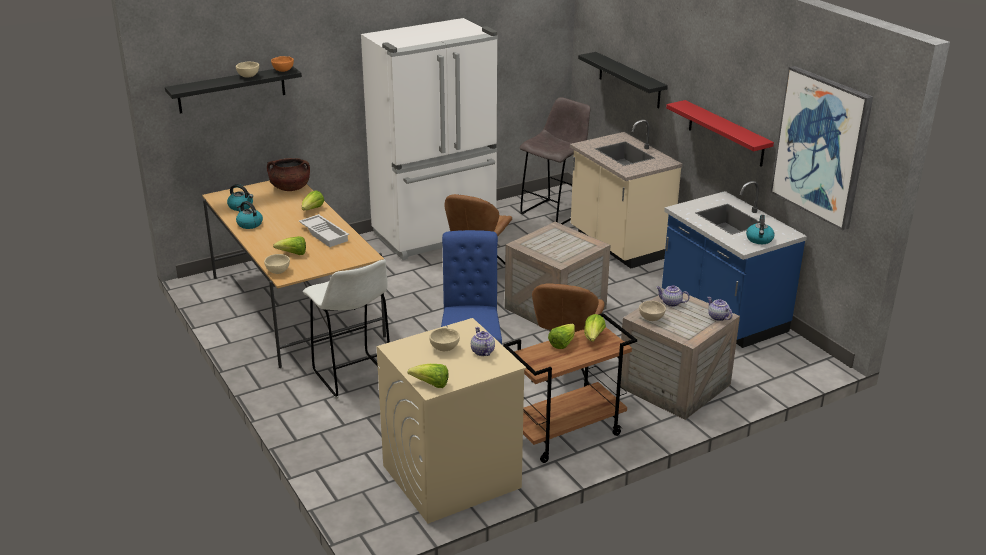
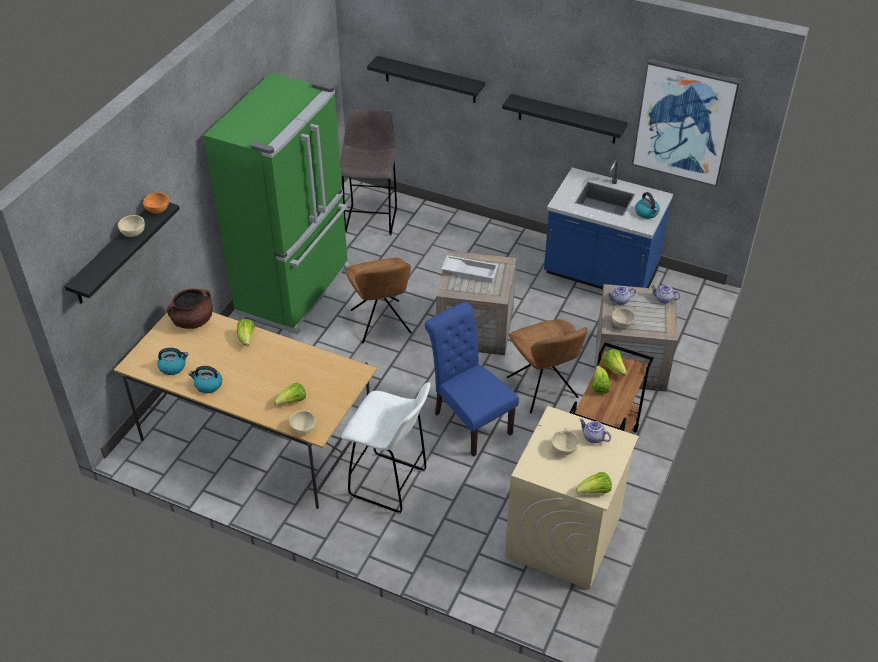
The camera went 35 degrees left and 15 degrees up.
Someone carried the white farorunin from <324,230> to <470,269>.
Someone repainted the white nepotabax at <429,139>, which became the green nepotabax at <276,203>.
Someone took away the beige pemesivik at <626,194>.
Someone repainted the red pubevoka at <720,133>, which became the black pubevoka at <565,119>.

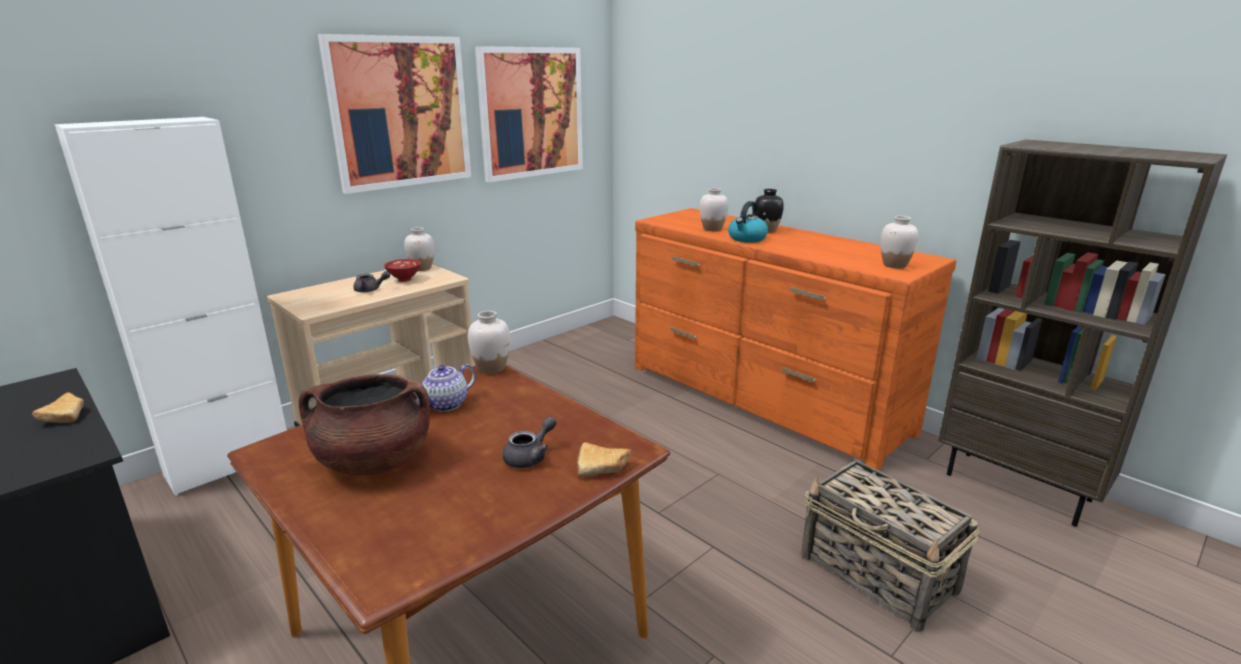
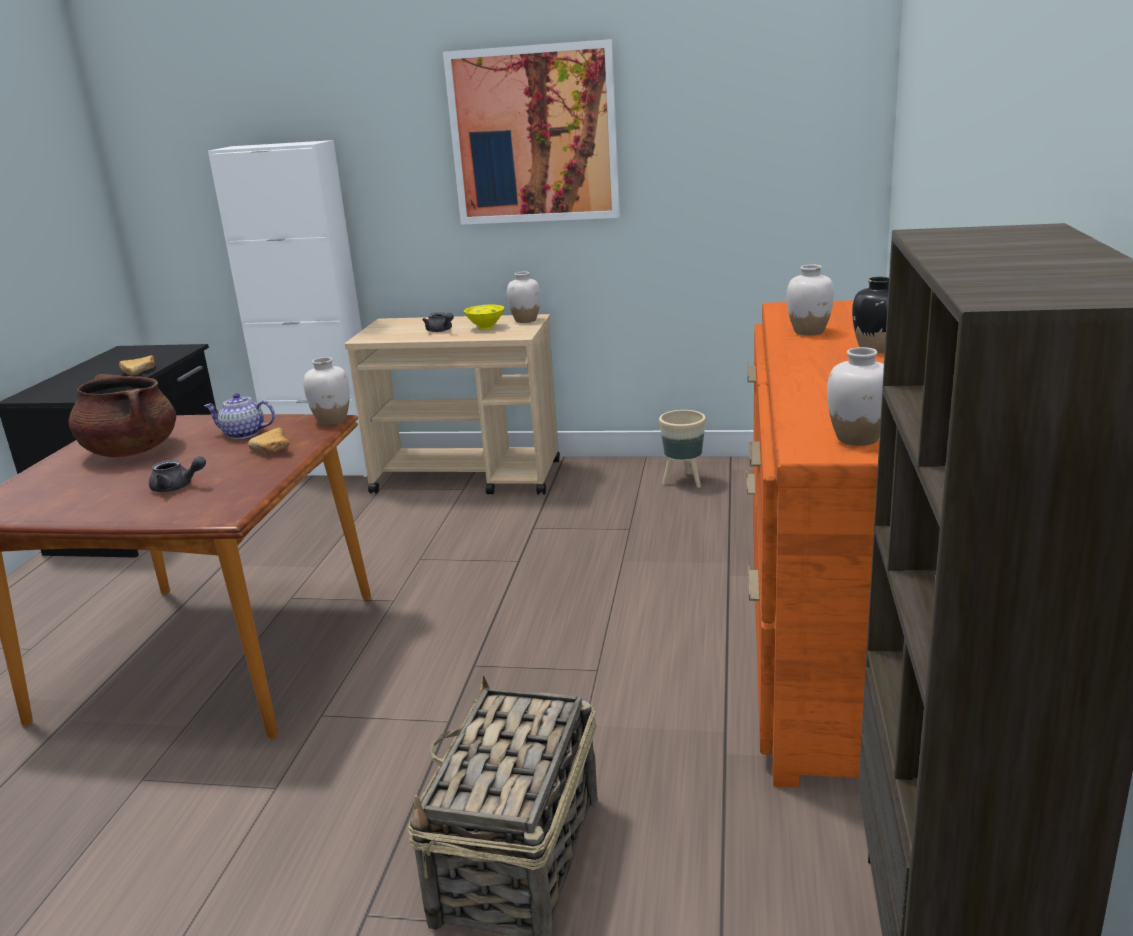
The camera went 55 degrees right and 0 degrees up.
Someone repainted the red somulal at <402,270>, which became the yellow somulal at <484,317>.
Someone took away the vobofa at <529,114>.
Someone carried the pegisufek from <604,459> to <269,441>.
Someone took away the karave at <748,222>.
Someone put down the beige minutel at <682,449>.

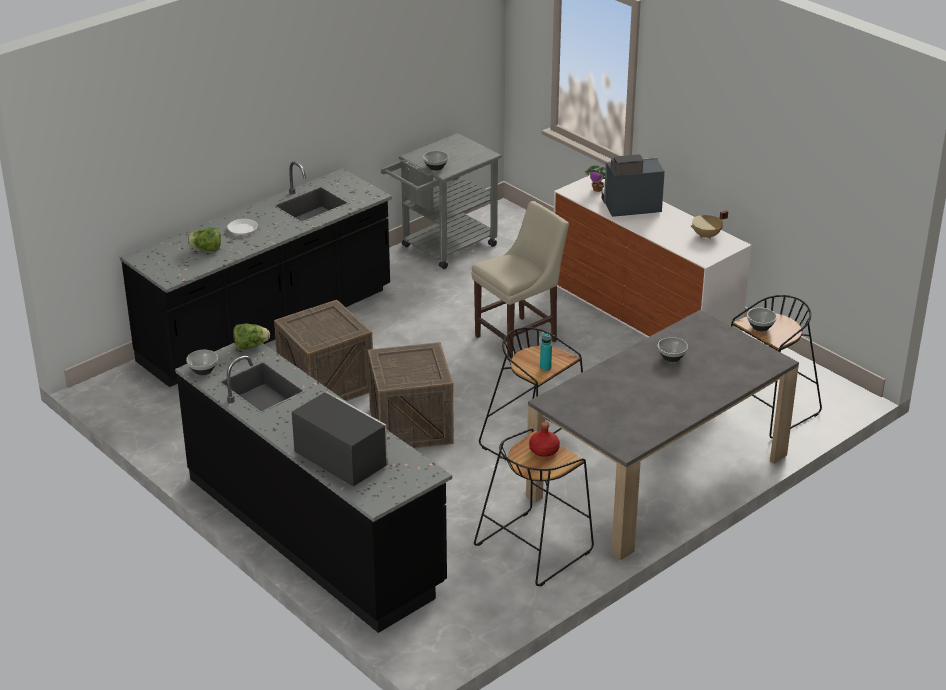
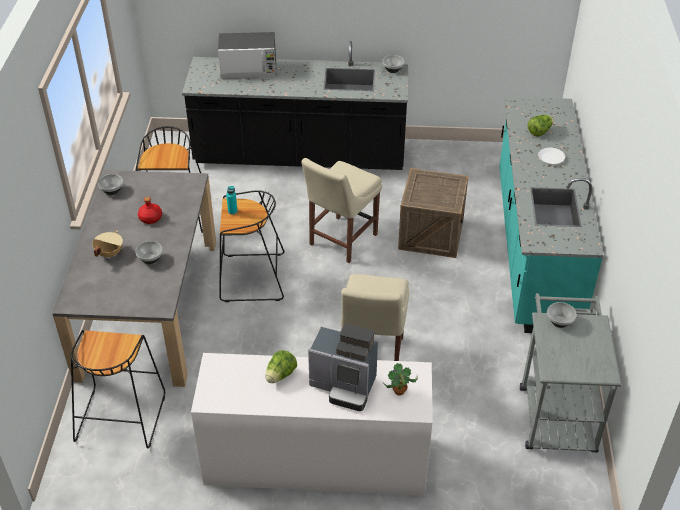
The camera went 135 degrees right and 10 degrees up.
Someone repainted the black pemesivik at <256,274>, which became the turquoise pemesivik at <551,215>.
Someone carried the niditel from <251,337> to <281,366>.
Someone swapped the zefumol at <411,395> for the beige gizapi at <341,210>.
Someone carried the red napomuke from <544,439> to <150,210>.
Someone rotated the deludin at <633,185> by 75 degrees clockwise.
Someone carried the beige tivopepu from <709,224> to <107,244>.
Someone carried the somulal from <762,319> to <110,184>.

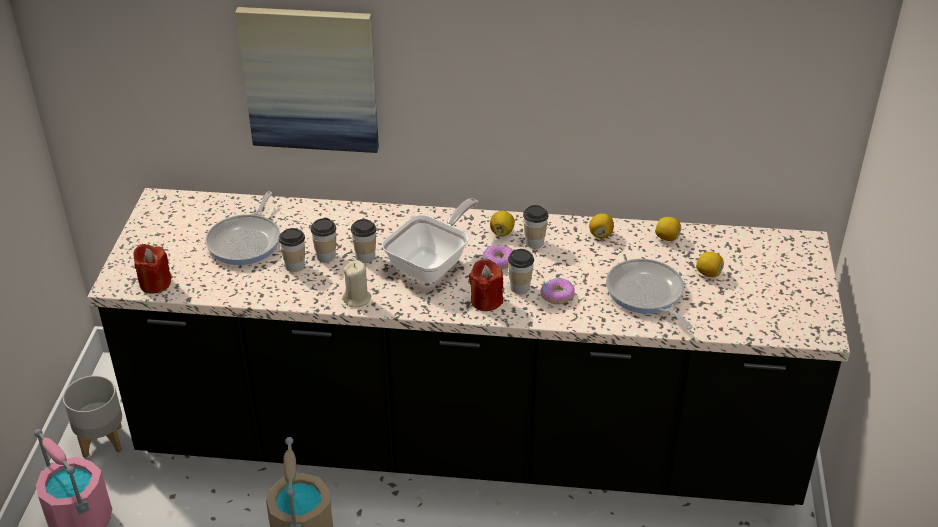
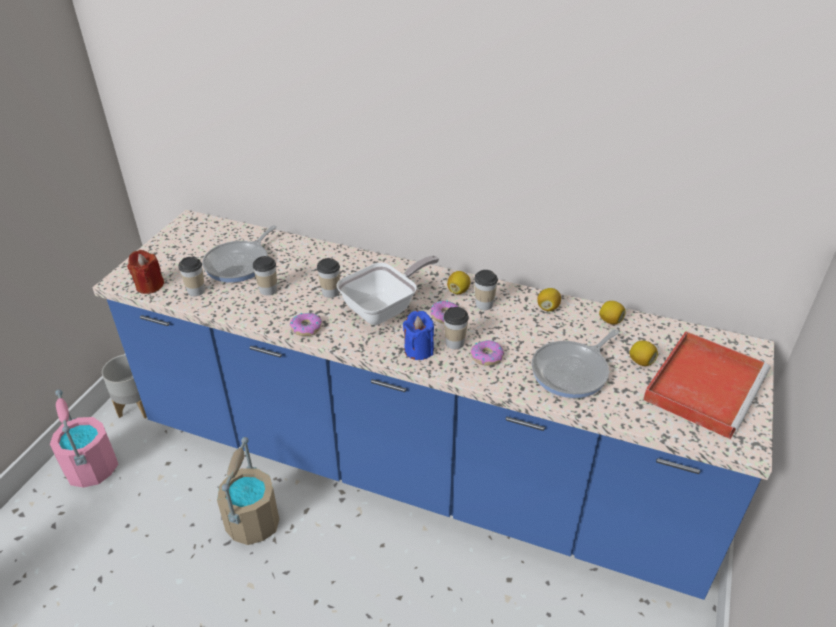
The camera went 15 degrees right and 0 degrees up.
Someone repainted the black pemesivik at <468,347>, which became the blue pemesivik at <433,405>.
Someone took away the vobofa at <307,80>.
Someone carried the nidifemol from <323,240> to <191,276>.
Someone swapped the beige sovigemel at <357,284> for the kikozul at <306,324>.
Someone repainted the red sovigemel at <486,285>, which became the blue sovigemel at <418,335>.
Someone rotated the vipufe at <649,294> by 120 degrees counterclockwise.
Someone put down the red farorunin at <706,385>.

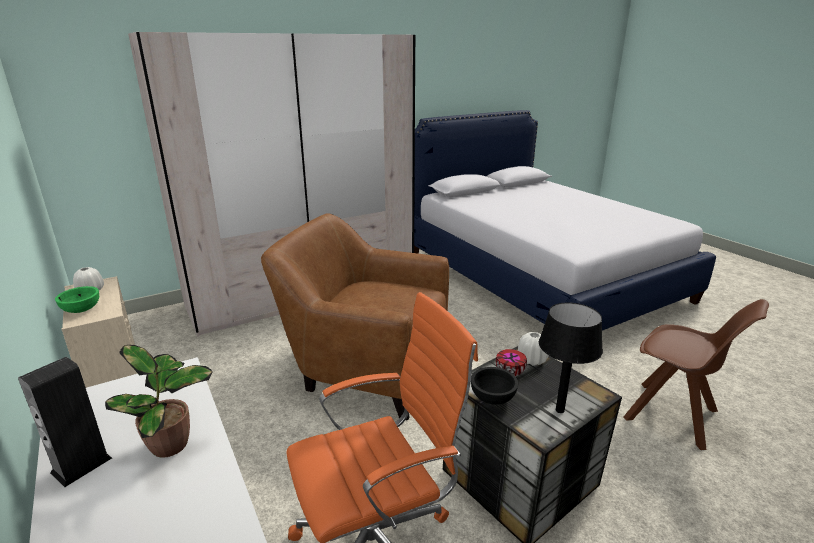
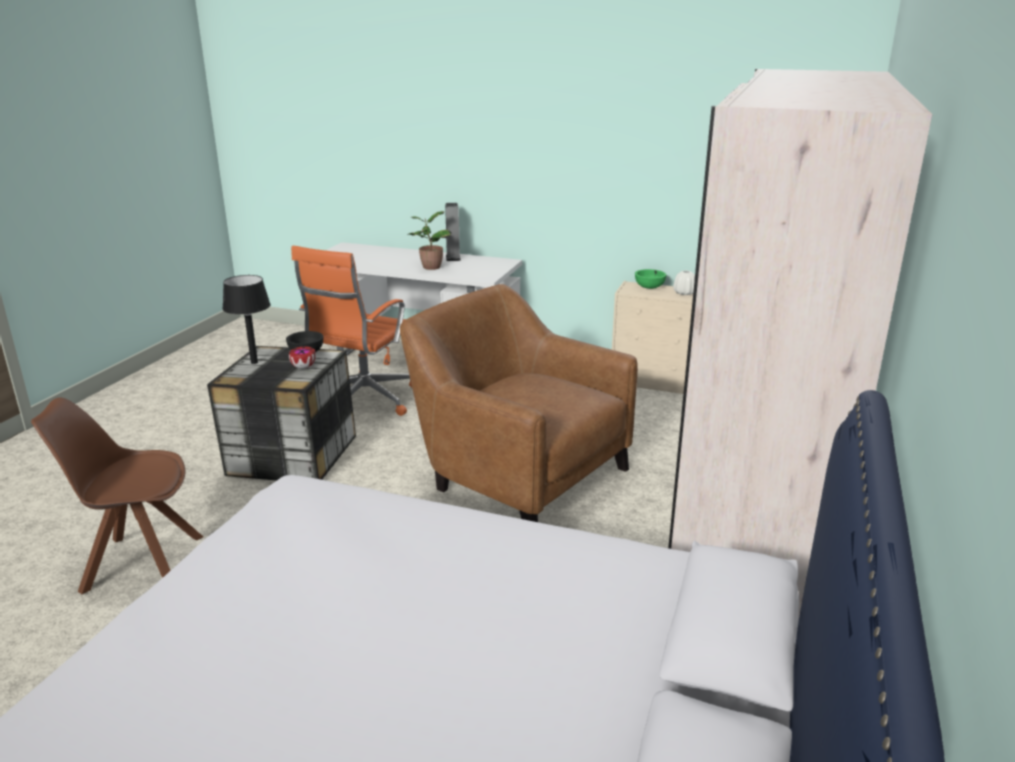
The camera went 140 degrees right and 0 degrees up.
Someone rotated the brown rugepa at <355,316> by 120 degrees counterclockwise.
Someone took away the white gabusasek at <533,349>.

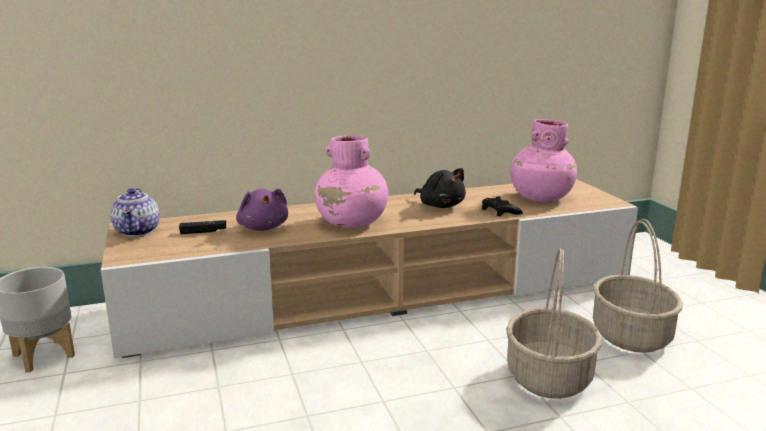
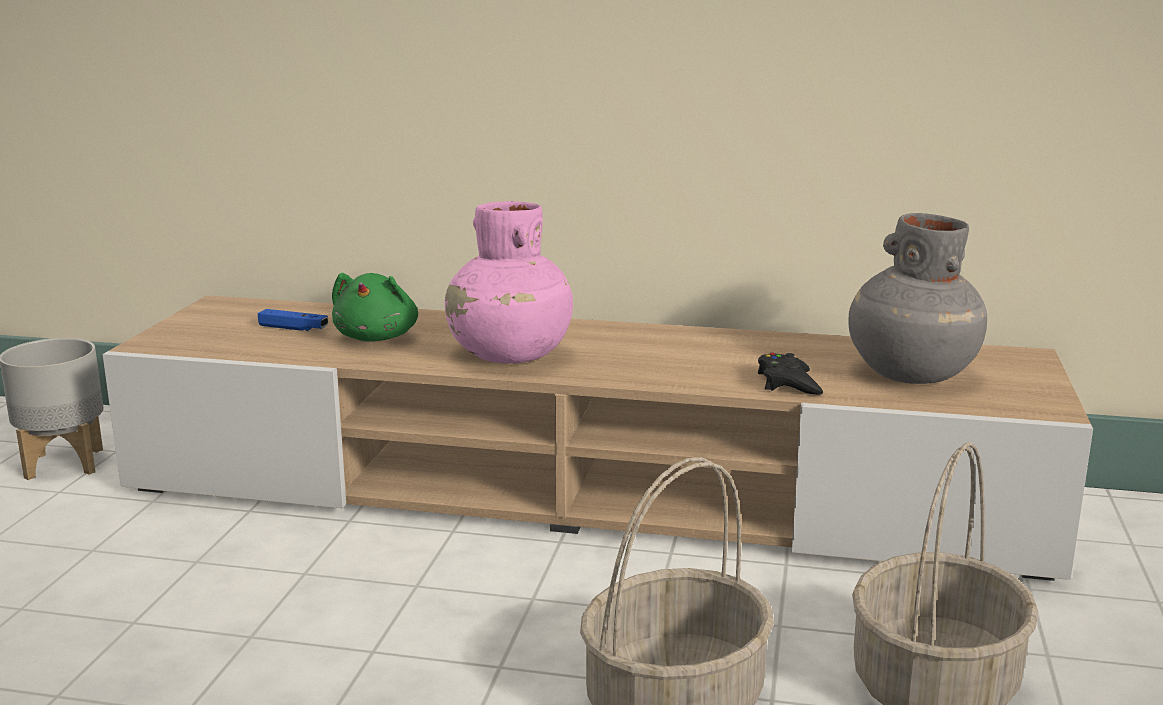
The camera went 30 degrees right and 0 degrees up.
Someone took away the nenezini at <135,212>.
Someone repainted the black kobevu at <203,227>, which became the blue kobevu at <293,320>.
Someone repainted the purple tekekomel at <262,210>, which became the green tekekomel at <375,307>.
Someone took away the black tekekomel at <440,188>.
Someone repainted the pink gabusasek at <543,160>, which became the grey gabusasek at <917,298>.

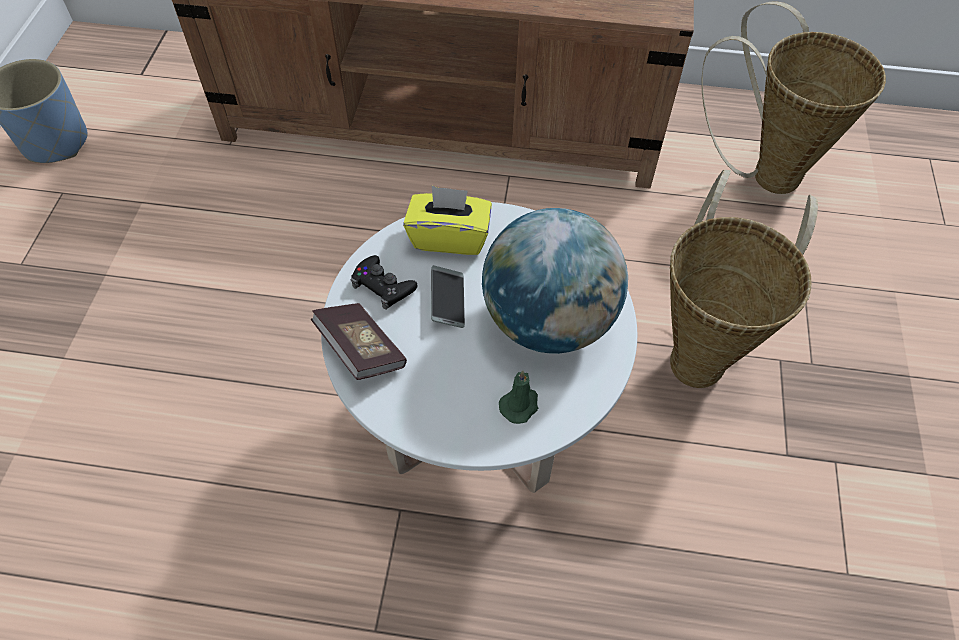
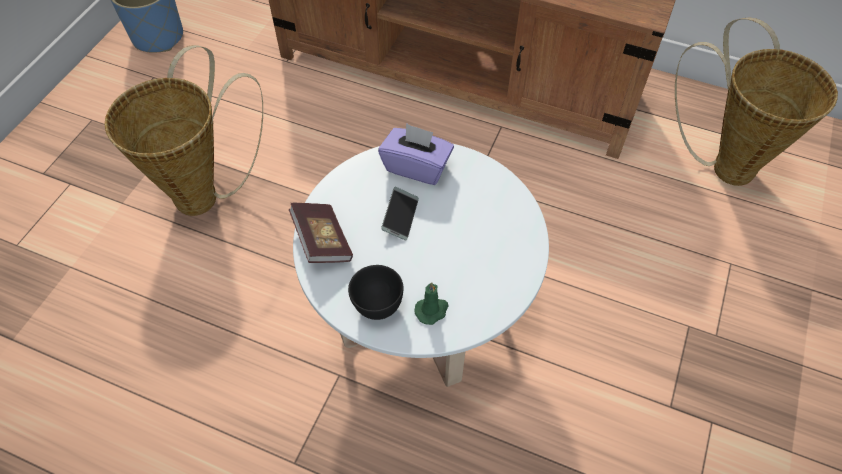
The camera went 15 degrees right and 0 degrees up.
Someone took away the black kobevu at <384,282>.
Someone repainted the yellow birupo at <447,220>, which became the purple birupo at <416,154>.
Someone took away the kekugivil at <555,281>.
Someone carried the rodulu from <744,279> to <183,130>.
Someone put down the black somulal at <375,292>.

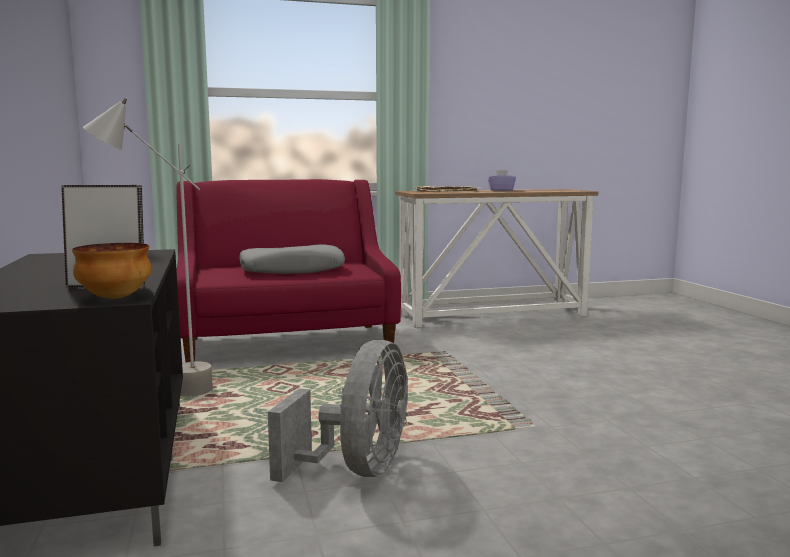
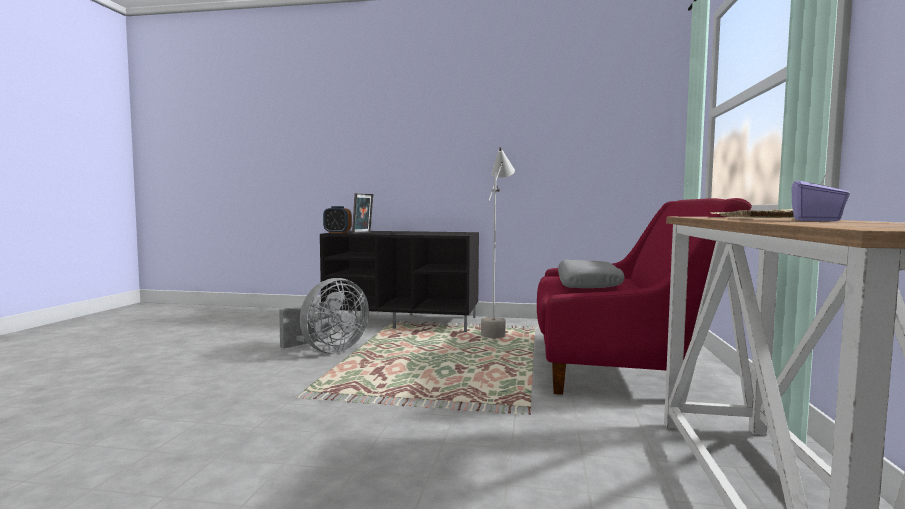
The camera went 115 degrees right and 5 degrees down.
Someone swapped the somulal at <112,271> for the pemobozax at <337,219>.
Someone rotated the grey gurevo at <338,411> by 90 degrees counterclockwise.

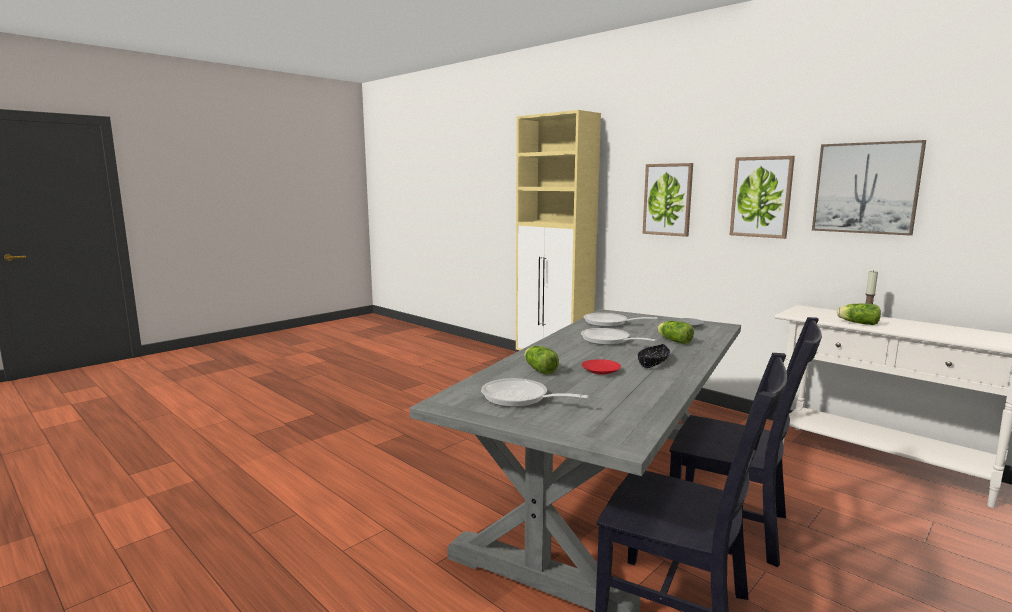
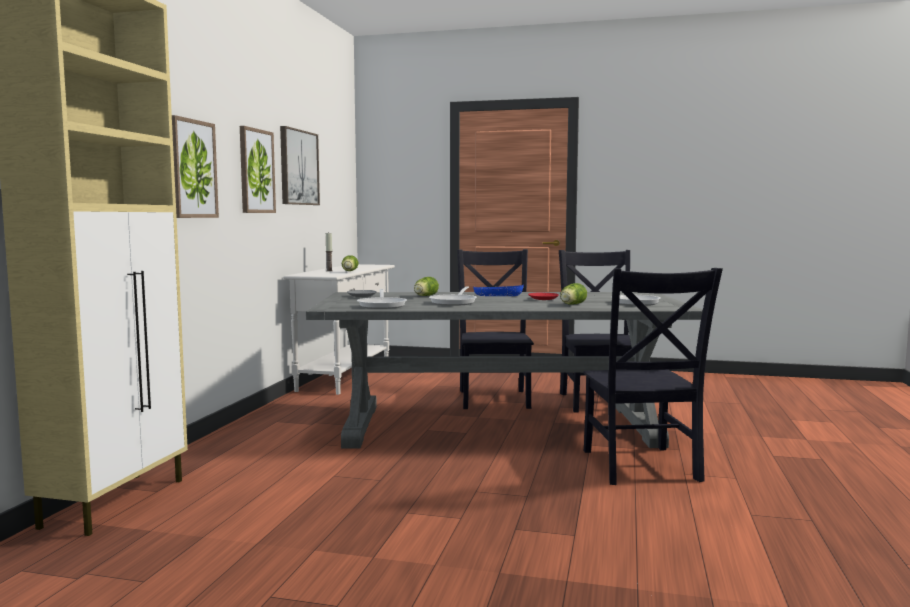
The camera went 120 degrees left and 5 degrees down.
Someone repainted the black somulal at <654,356>, which became the blue somulal at <498,290>.
Someone put down the black gizapi at <653,376>.

